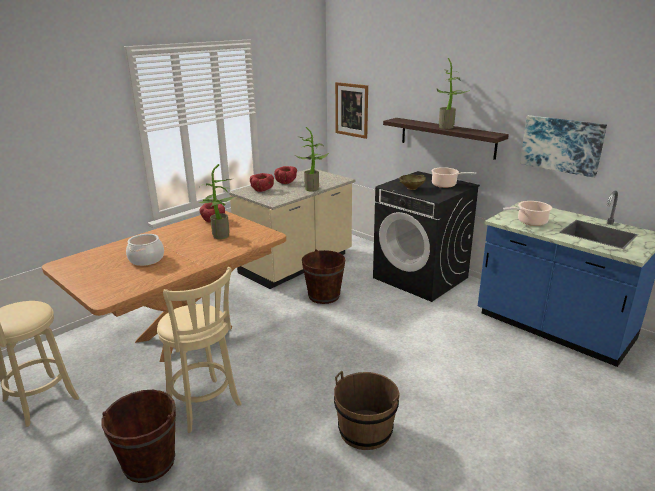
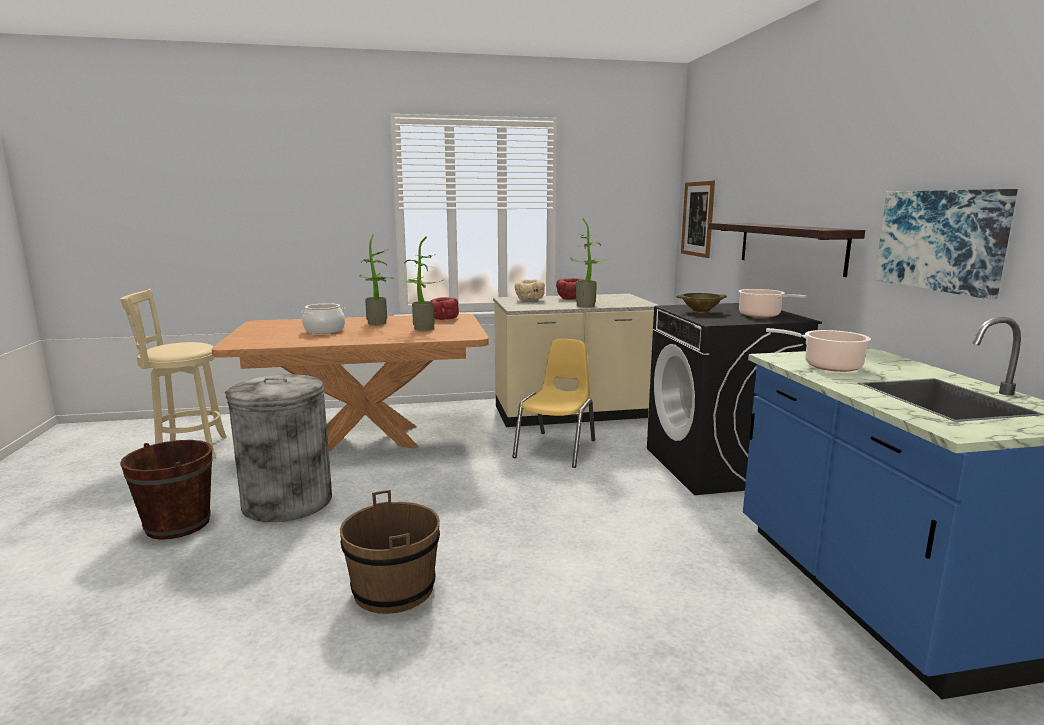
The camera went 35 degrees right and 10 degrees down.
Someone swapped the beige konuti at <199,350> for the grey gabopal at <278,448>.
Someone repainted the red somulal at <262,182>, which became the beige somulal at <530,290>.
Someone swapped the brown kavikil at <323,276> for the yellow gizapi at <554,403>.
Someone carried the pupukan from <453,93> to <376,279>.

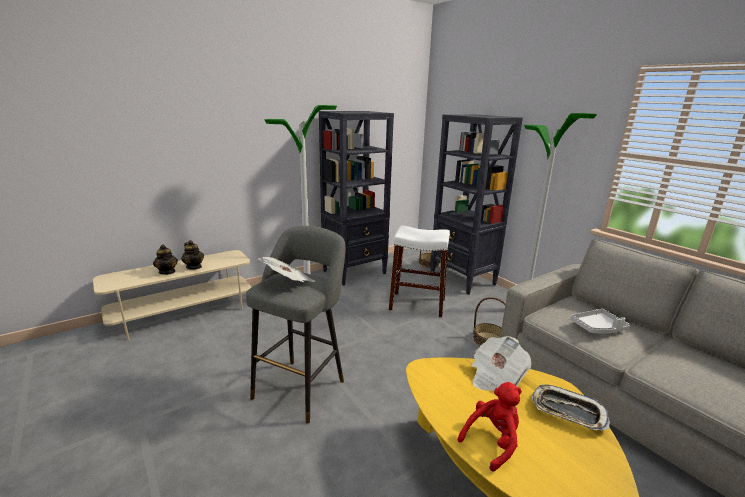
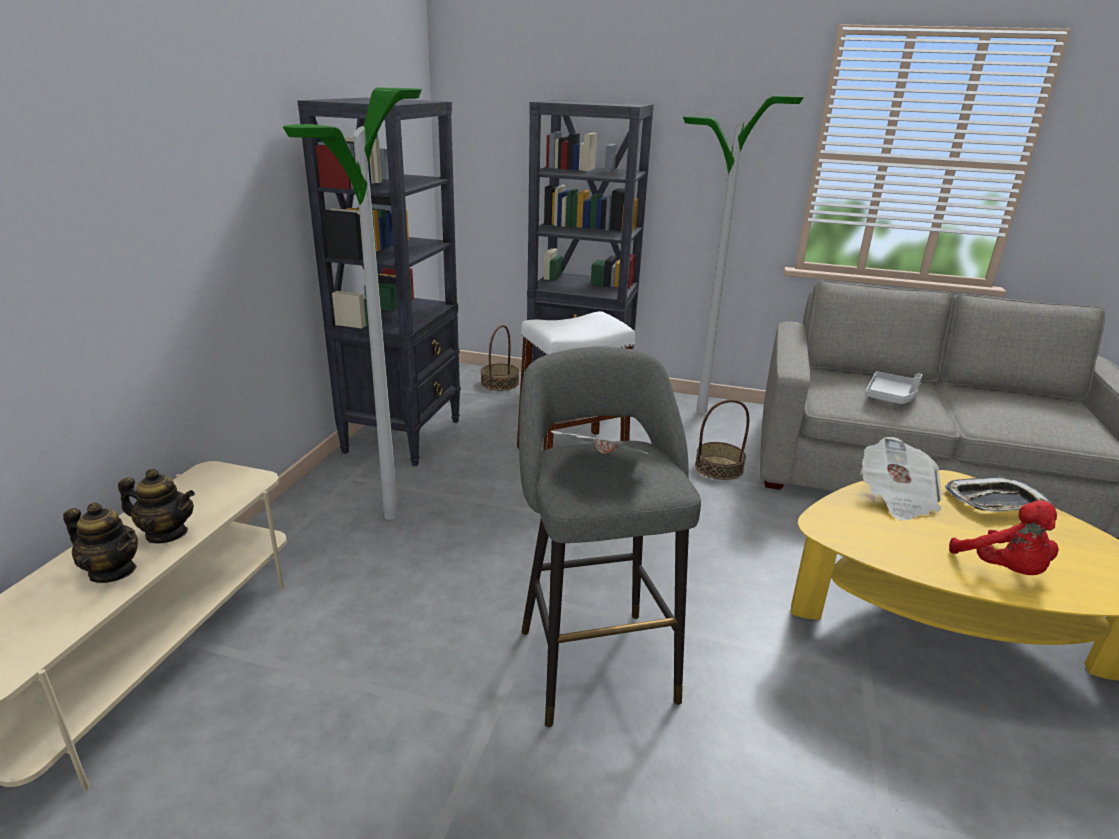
The camera went 40 degrees left and 5 degrees up.
Someone rotated the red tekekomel at <490,427> by 150 degrees clockwise.

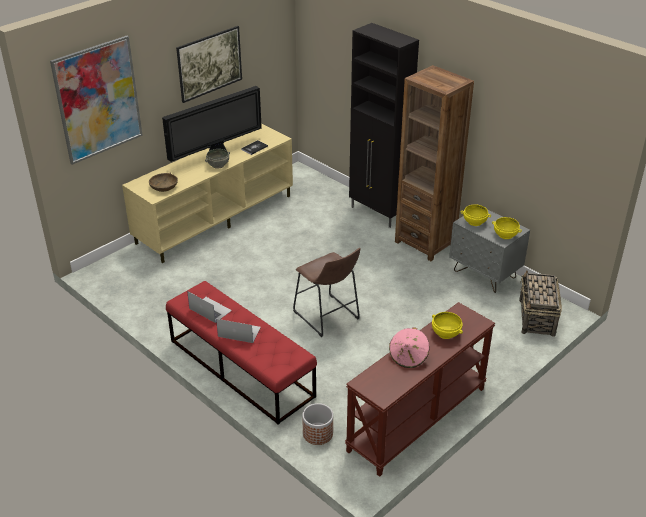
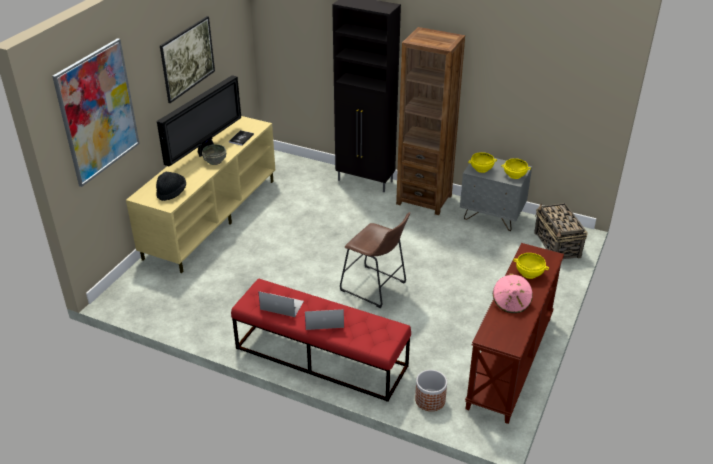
The camera went 20 degrees left and 0 degrees up.
Someone swapped the brown somulal at <163,182> for the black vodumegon at <171,186>.

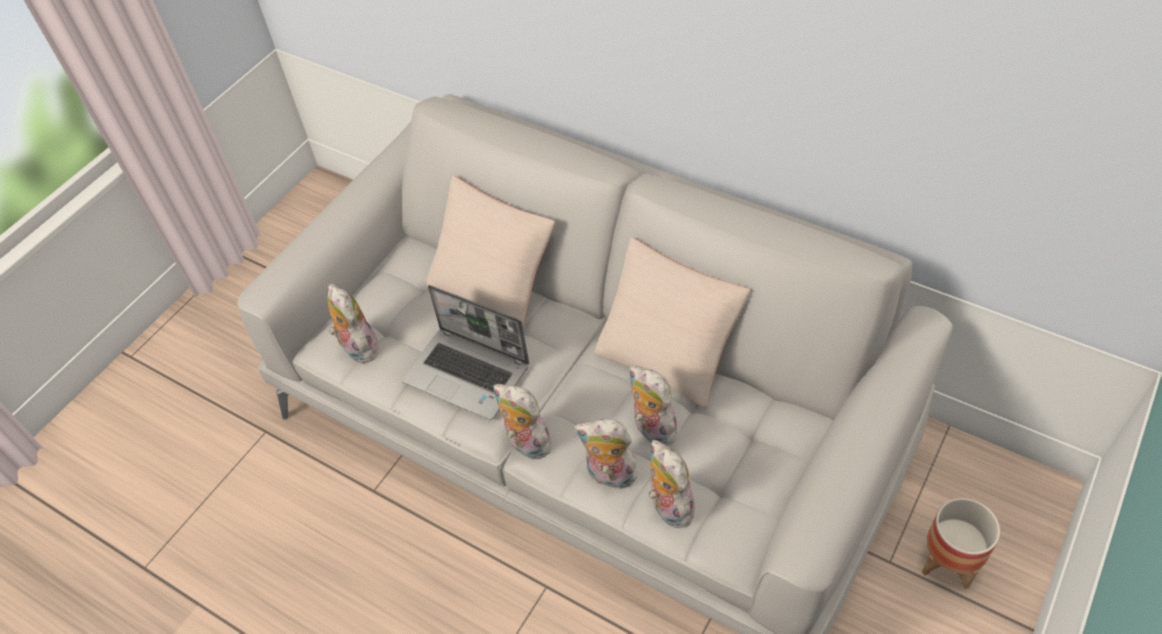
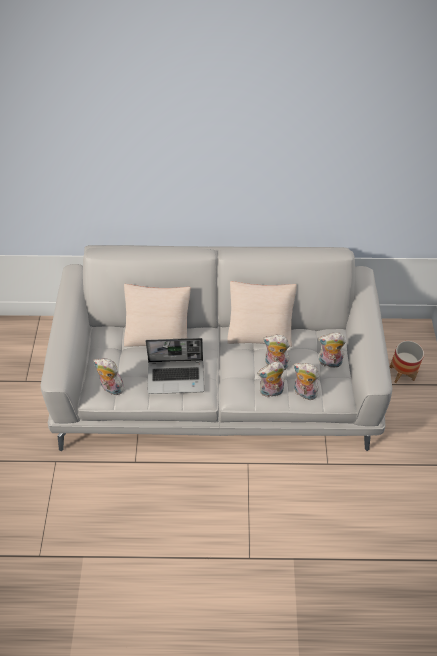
The camera went 35 degrees left and 0 degrees up.
Someone carried the tekekomel from <523,421> to <332,351>.

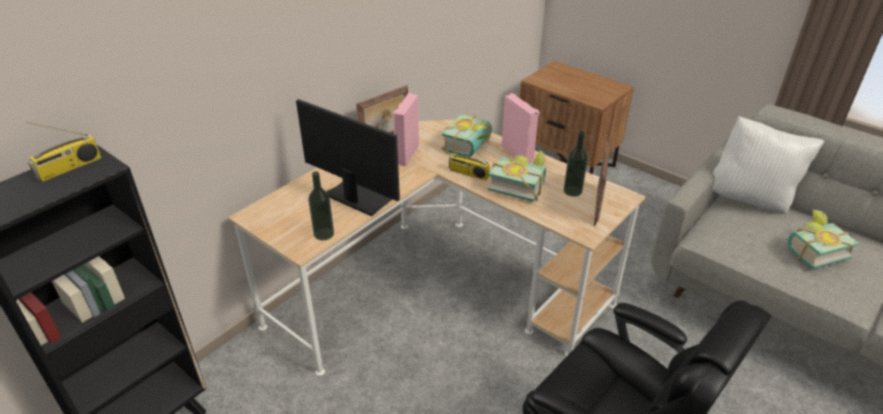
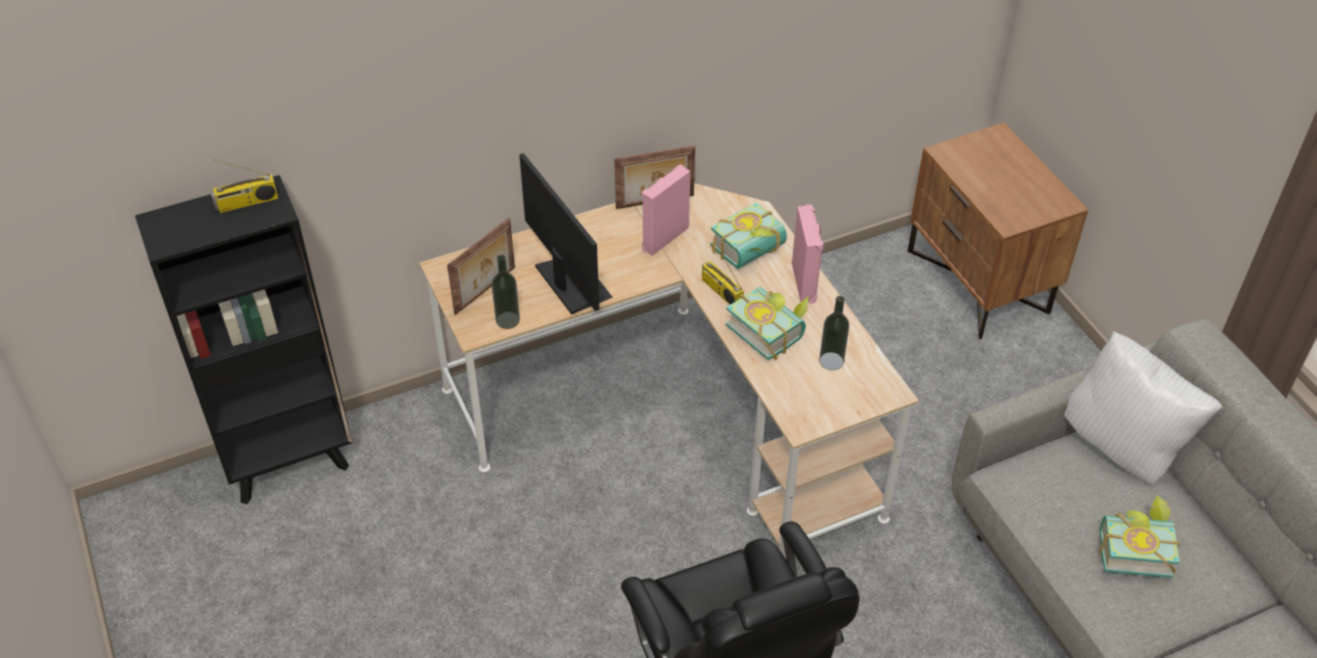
The camera went 25 degrees right and 10 degrees up.
Someone carried the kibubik from <601,183> to <481,266>.

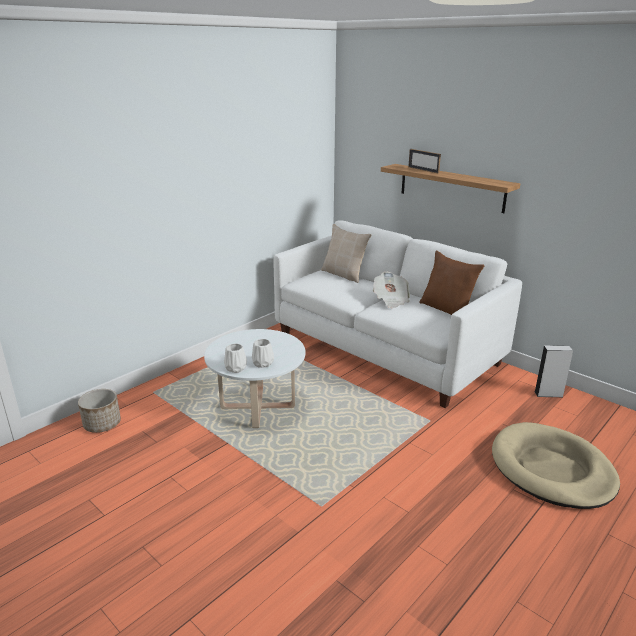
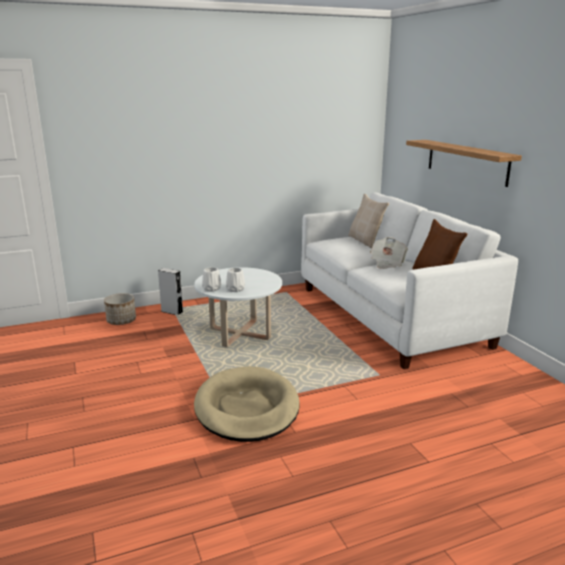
The camera went 25 degrees right and 5 degrees down.
Someone took away the kibubik at <424,161>.
Someone carried the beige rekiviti from <556,465> to <247,404>.
Someone carried the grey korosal from <553,371> to <170,291>.

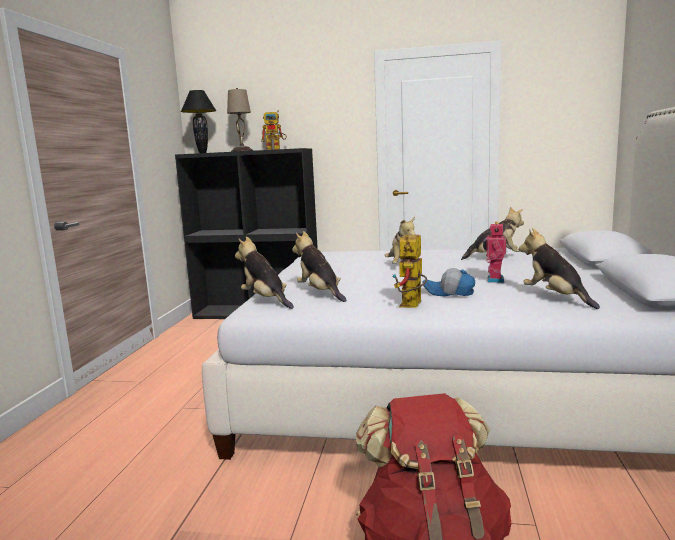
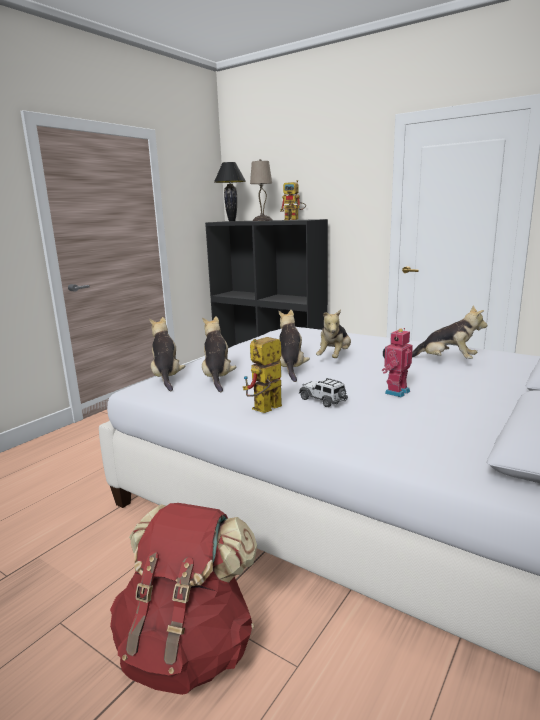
The camera went 25 degrees right and 5 degrees up.
Someone swapped the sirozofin at <448,282> for the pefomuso at <323,392>.
Someone carried the tekekomel from <559,268> to <294,346>.

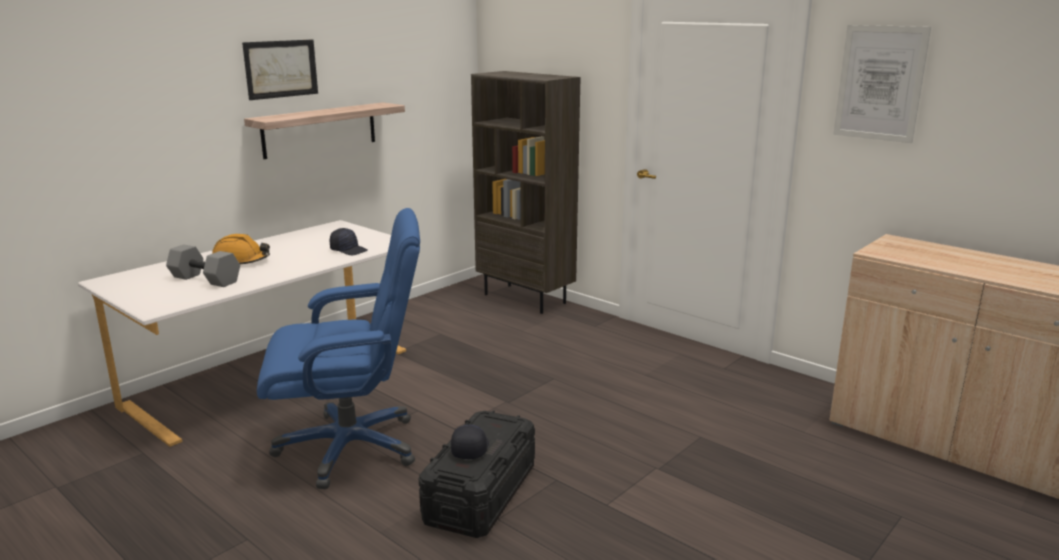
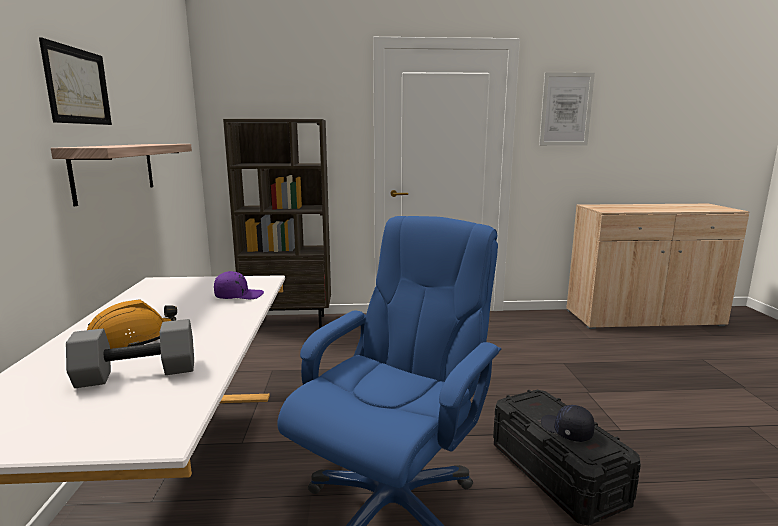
The camera went 45 degrees left and 5 degrees down.
Someone repainted the black sirozofin at <349,241>, which became the purple sirozofin at <239,285>.

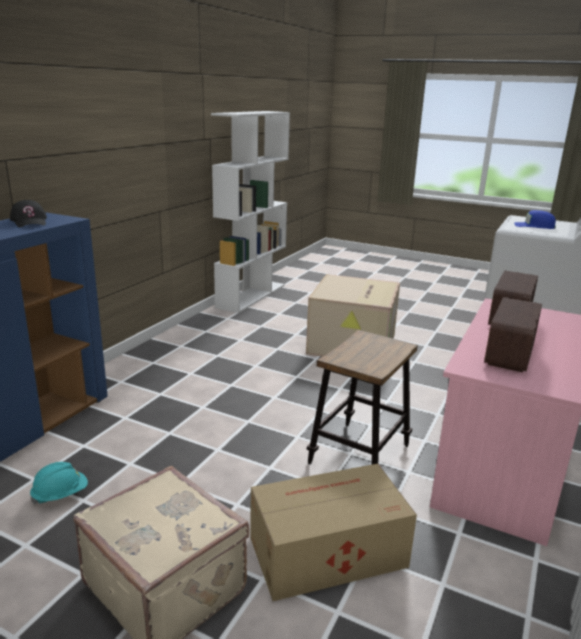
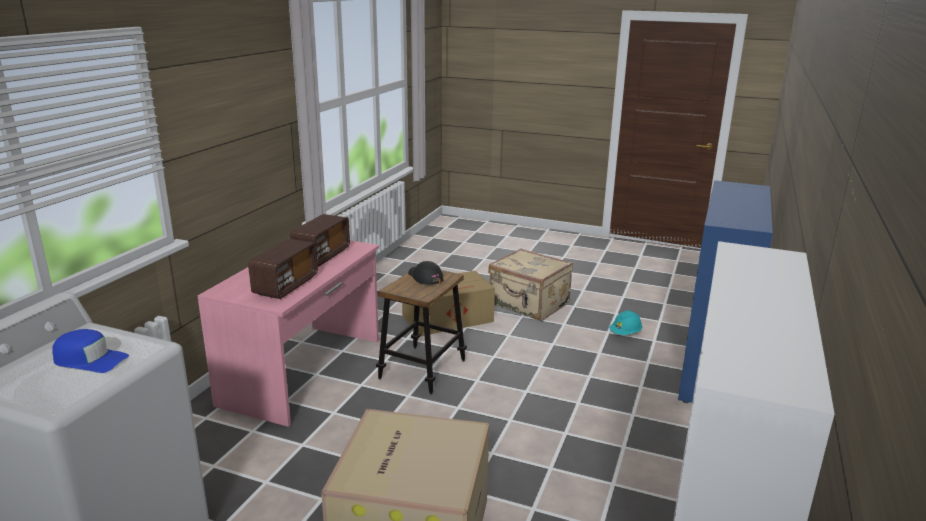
The camera went 175 degrees right and 0 degrees up.
Someone carried the black sirozofin from <28,213> to <425,273>.

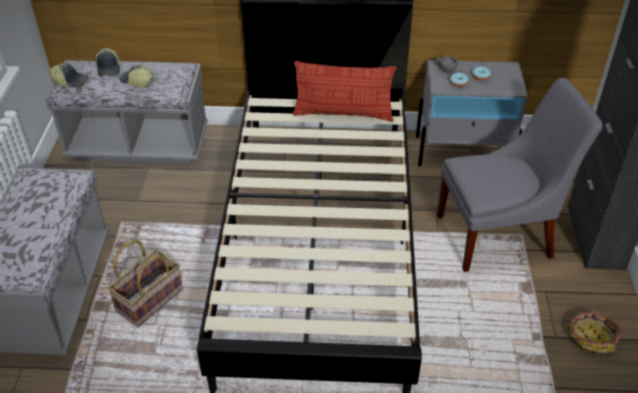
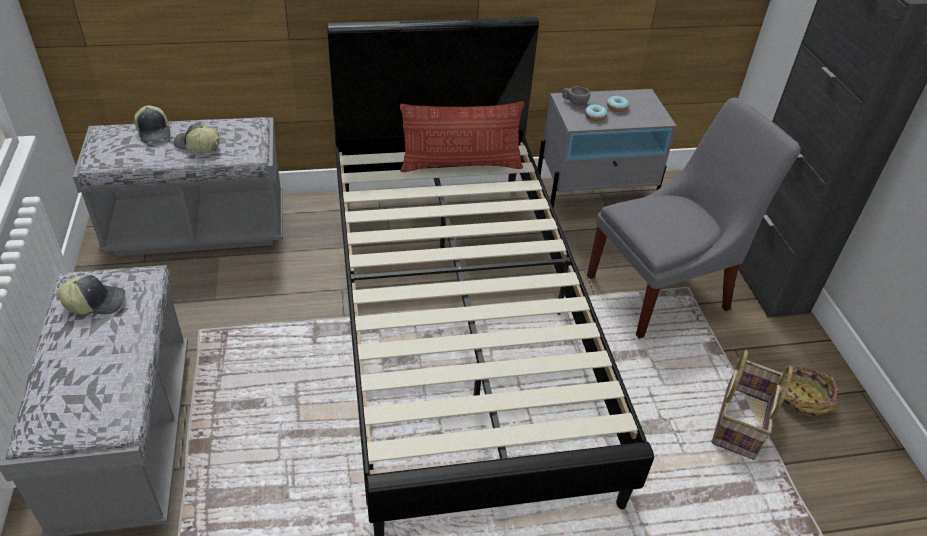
The camera went 15 degrees left and 0 degrees up.
Someone carried the sirozofin from <68,75> to <90,295>.
Someone carried the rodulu from <145,283> to <752,405>.

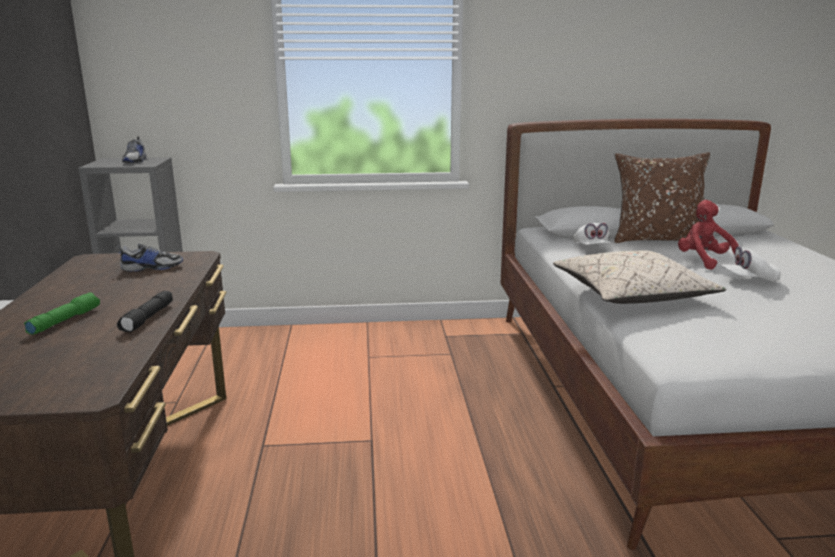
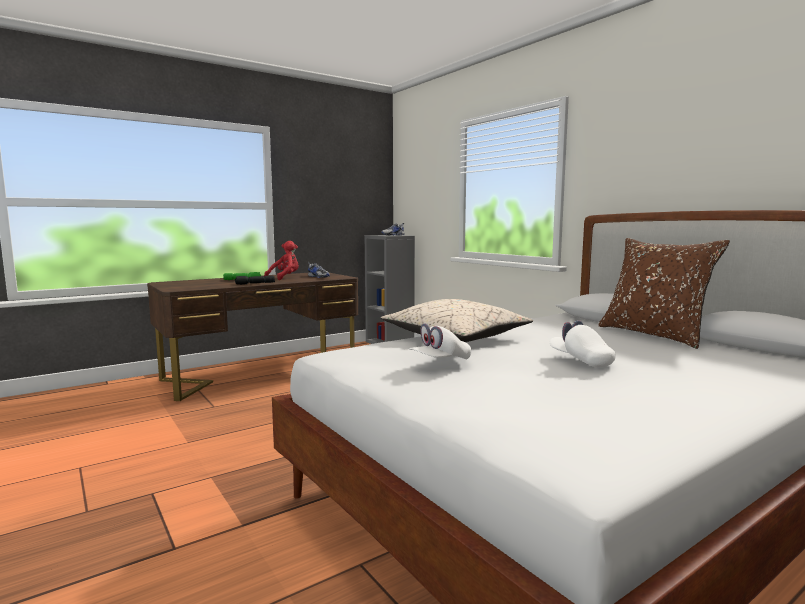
The camera went 60 degrees right and 10 degrees down.
Someone carried the white sirozofin from <592,234> to <440,341>.
Someone carried the red tekekomel from <708,235> to <281,260>.

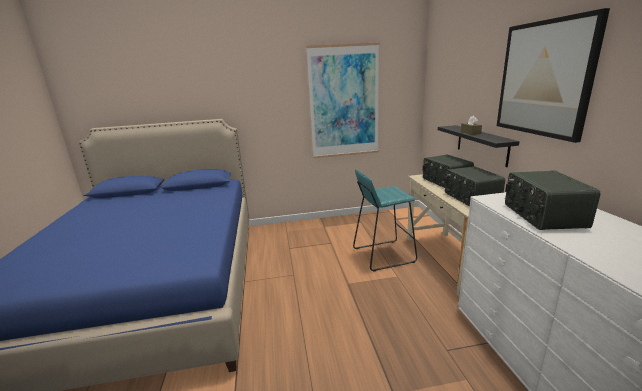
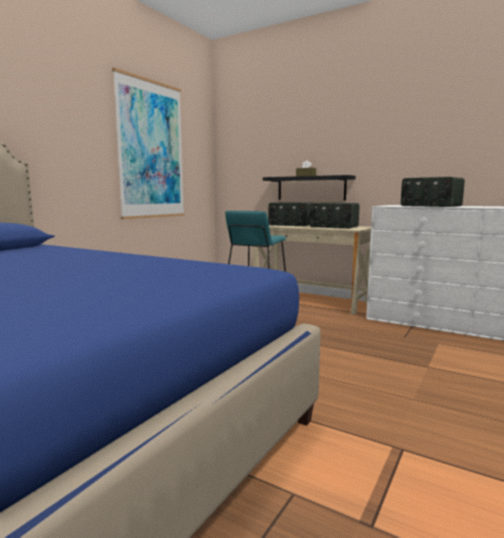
The camera went 50 degrees left and 10 degrees down.
Someone took away the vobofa at <553,75>.

